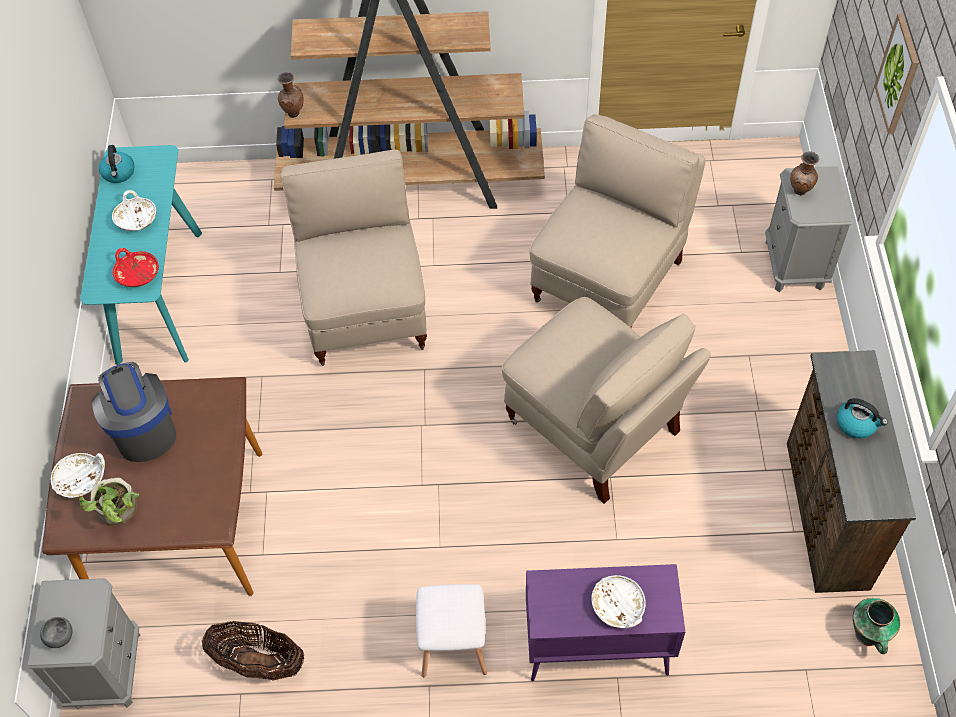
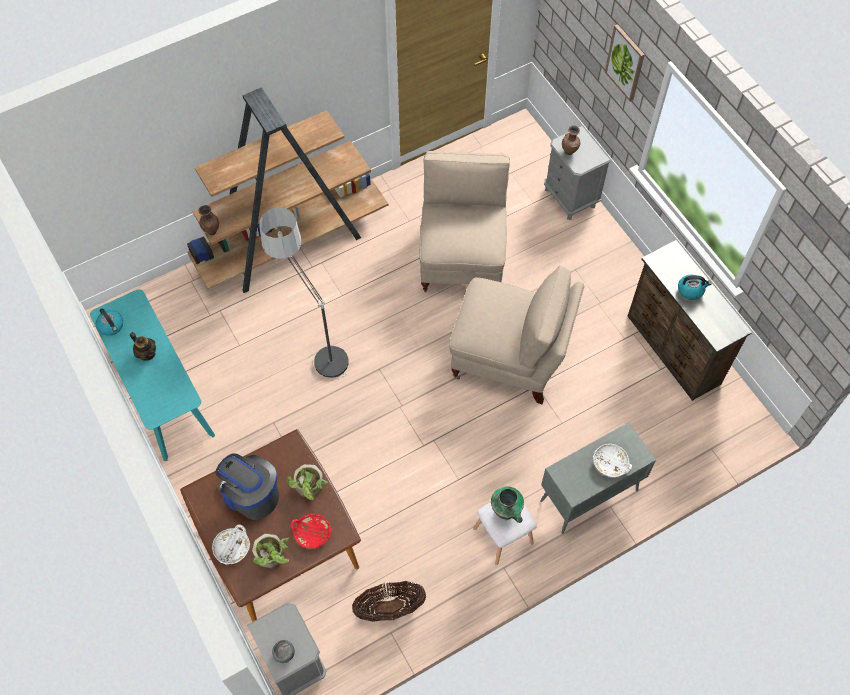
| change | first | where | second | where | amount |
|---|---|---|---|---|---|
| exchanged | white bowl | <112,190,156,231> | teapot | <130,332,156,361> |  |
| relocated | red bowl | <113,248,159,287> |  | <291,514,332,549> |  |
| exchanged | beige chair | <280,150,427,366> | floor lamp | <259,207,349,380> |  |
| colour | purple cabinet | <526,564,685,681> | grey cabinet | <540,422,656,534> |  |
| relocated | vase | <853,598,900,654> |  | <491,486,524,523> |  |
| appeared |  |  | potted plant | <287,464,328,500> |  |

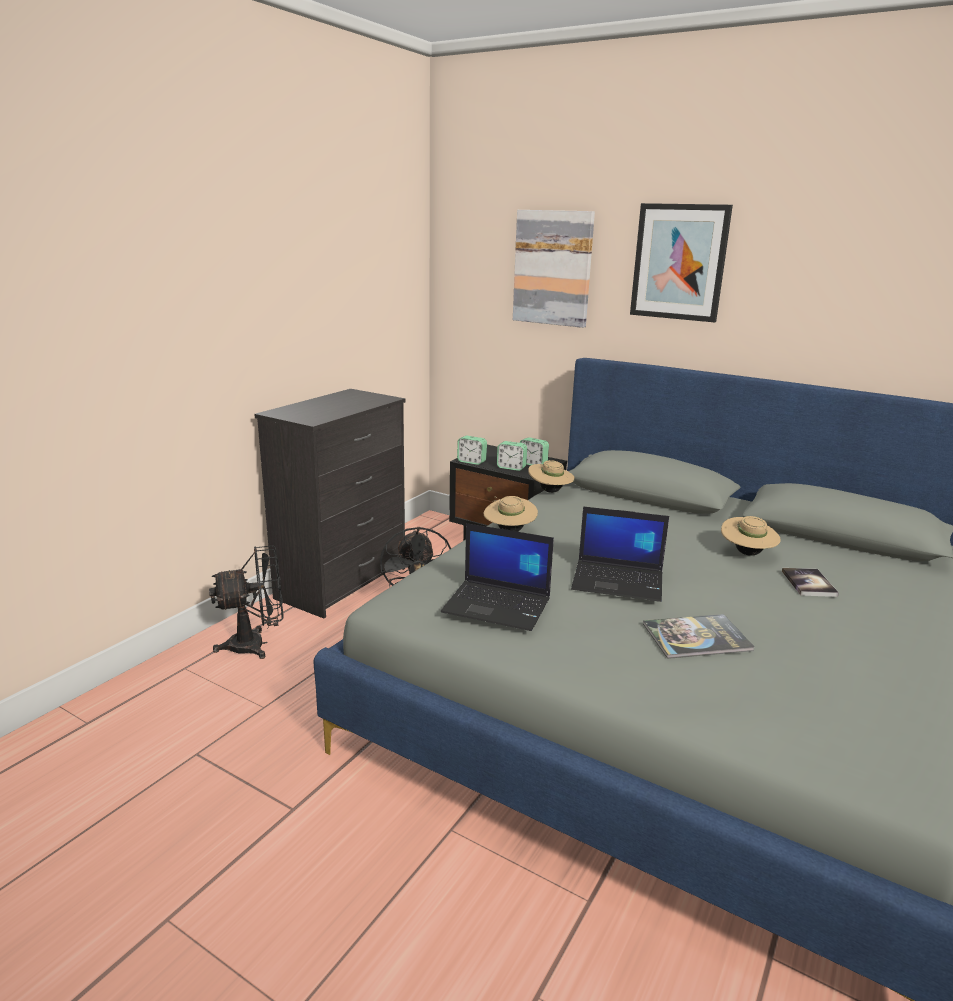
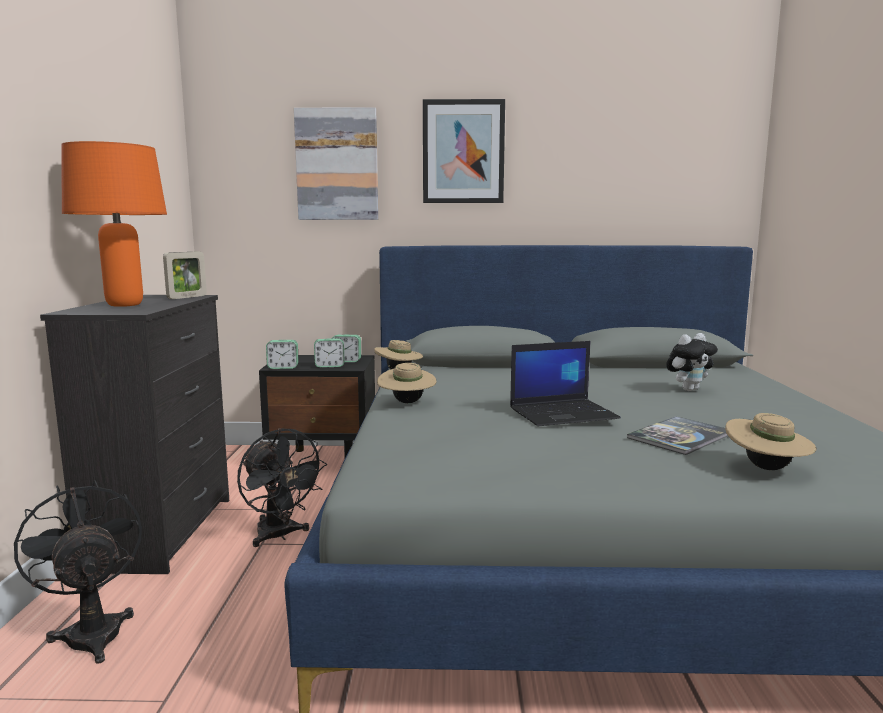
| change | first | where | second | where | amount |
|---|---|---|---|---|---|
| spun | black fan | <209,546,284,659> |  | <14,480,142,663> | 75 degrees counterclockwise |
| missing | laptop | <441,523,554,631> |  |  |  |
| relocated | beige hat | <721,516,781,556> |  | <725,413,817,470> |  |
| exchanged | book | <782,568,839,597> | plush toy | <666,333,718,391> |  |
| appeared |  |  | orange table lamp | <61,141,167,307> |  |
| appeared |  |  | picture frame | <163,252,207,299> |  |

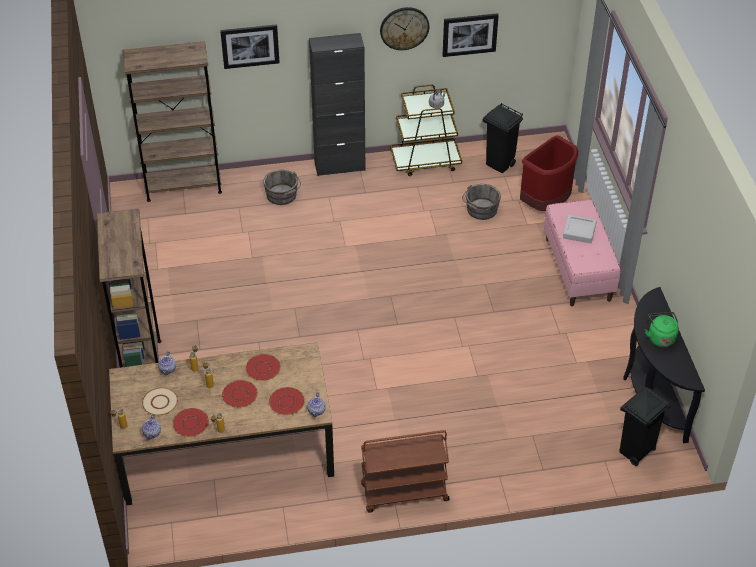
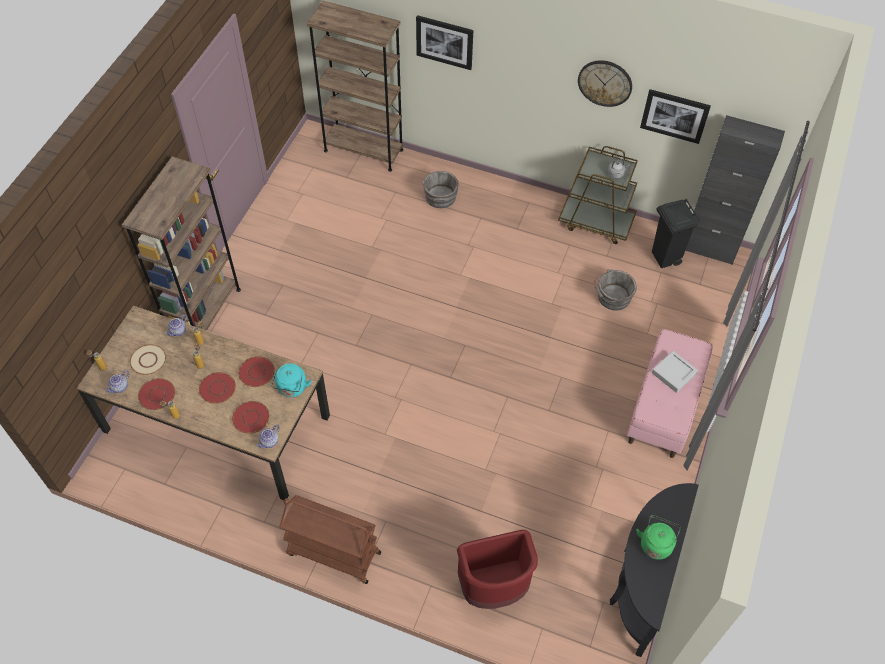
| change | first | where | second | where | amount |
|---|---|---|---|---|---|
| relocated | black cabinet | <309,33,365,176> |  | <685,115,785,265> |  |
| relocated | red trash can | <520,135,578,211> |  | <457,530,538,609> |  |
| missing | black trash can | <619,387,671,466> |  |  |  |
| appeared |  |  | turquoise kettle | <271,364,311,398> |  |

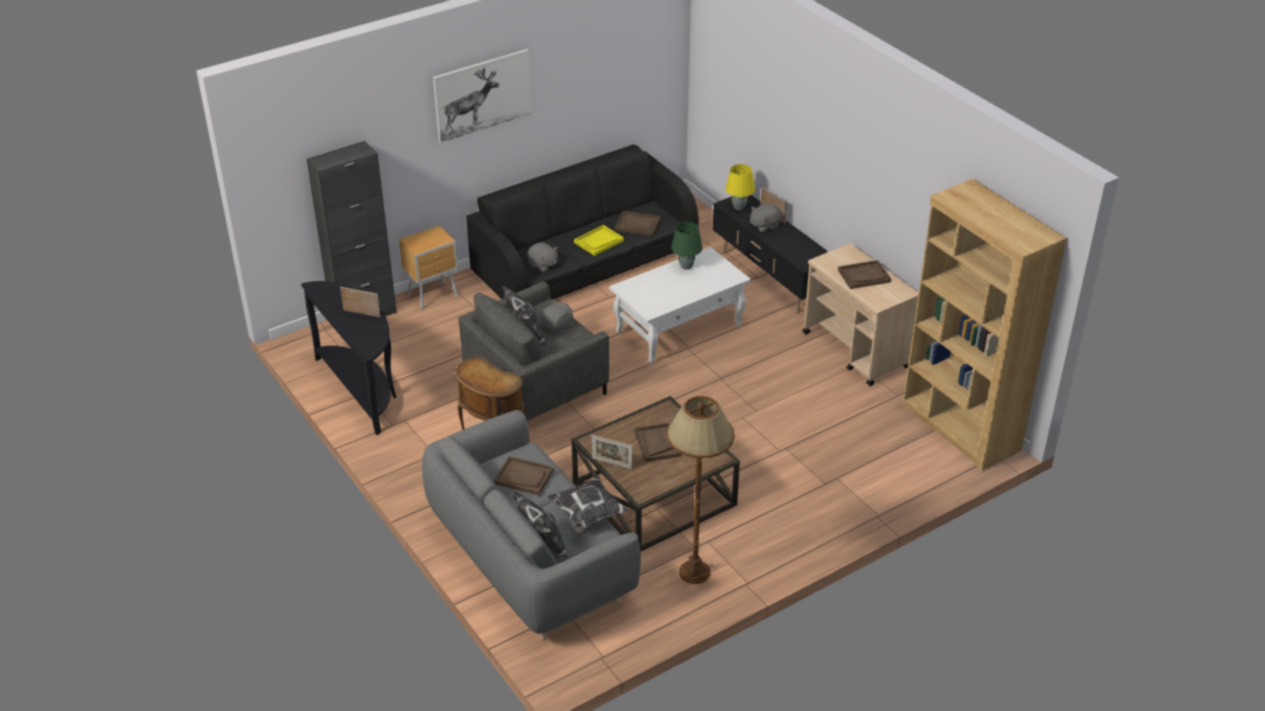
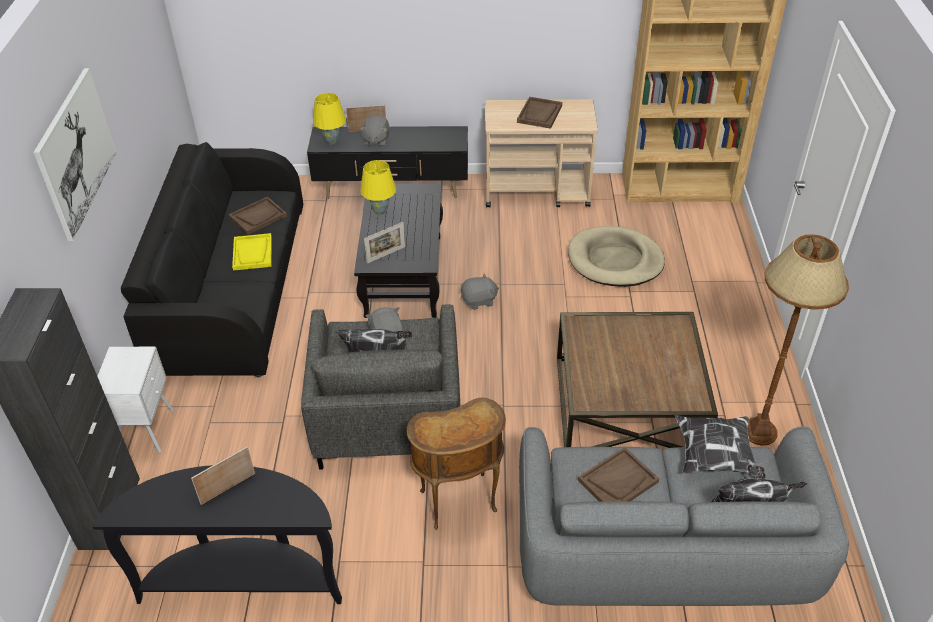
| change | first | where | second | where | amount |
|---|---|---|---|---|---|
| colour | brown nightstand | <399,225,458,310> | white nightstand | <97,347,174,453> |  |
| relocated | grey plush toy | <527,242,558,272> |  | <461,273,499,310> |  |
| relocated | picture frame | <592,435,633,469> |  | <364,222,405,264> |  |
| colour | white coffee table | <609,247,751,364> | black coffee table | <354,184,443,318> |  |
| missing | brown tray | <634,422,682,462> |  |  |  |
| colour | green table lamp | <671,222,703,270> | yellow table lamp | <360,160,396,215> |  |
| appeared |  |  | beige dog bed | <568,226,665,287> |  |

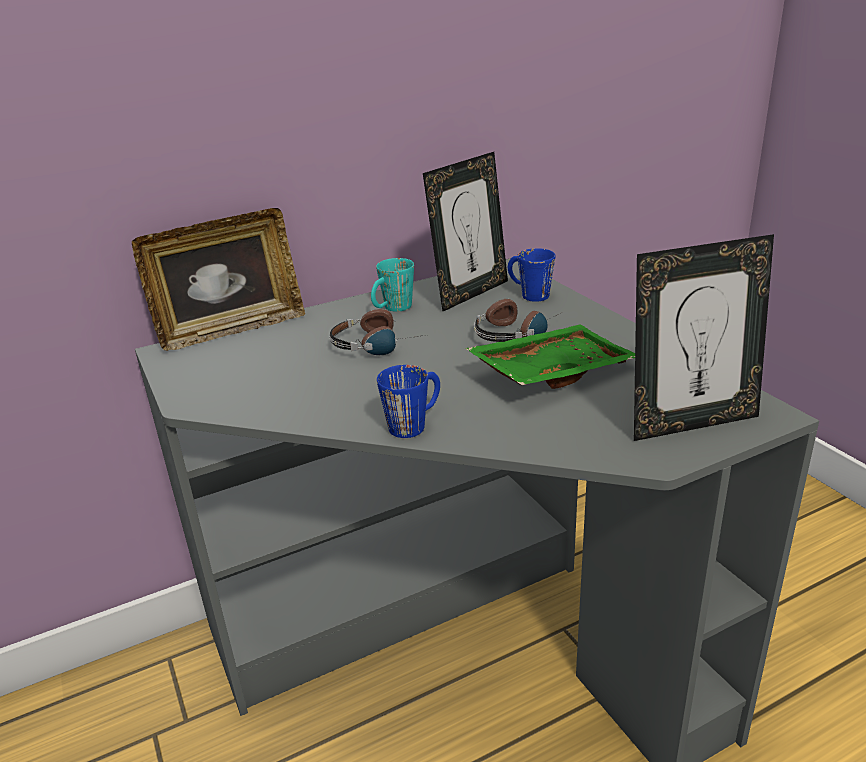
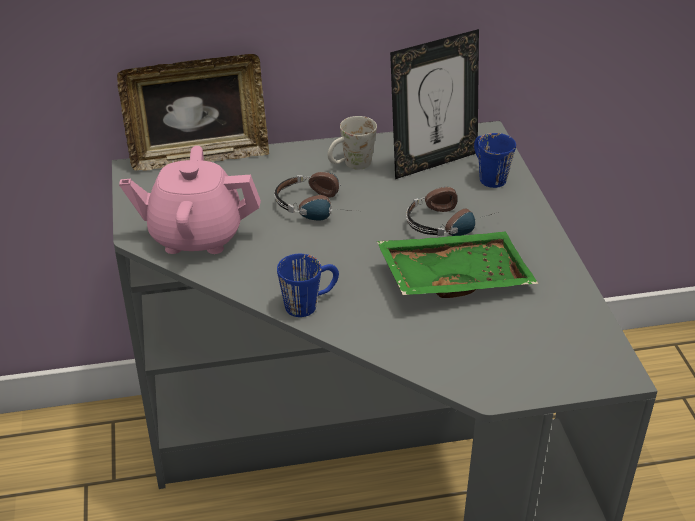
| change | first | where | second | where | amount |
|---|---|---|---|---|---|
| colour | turquoise mug | <371,258,414,312> | white mug | <328,116,377,170> |  |
| missing | picture frame | <634,234,774,441> |  |  |  |
| appeared |  |  | pink teapot | <119,146,261,254> |  |

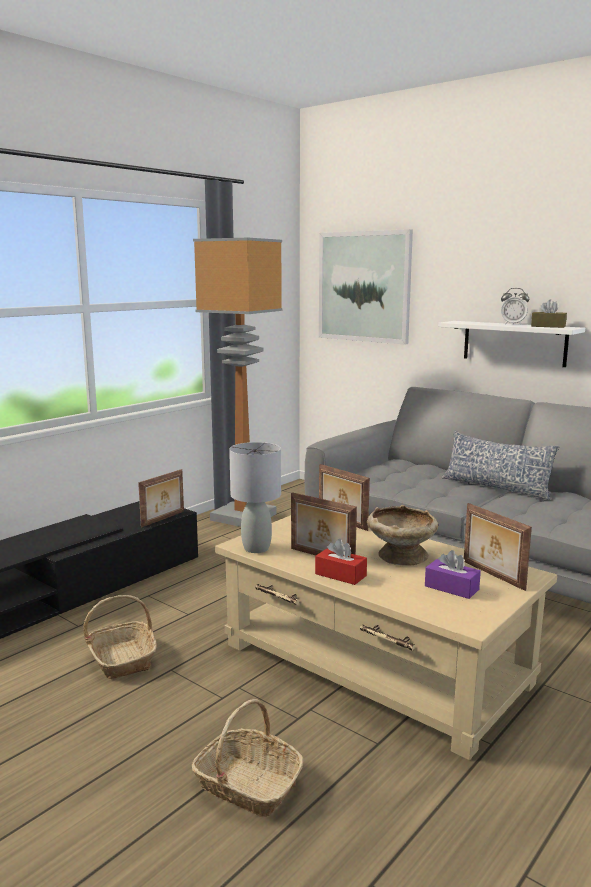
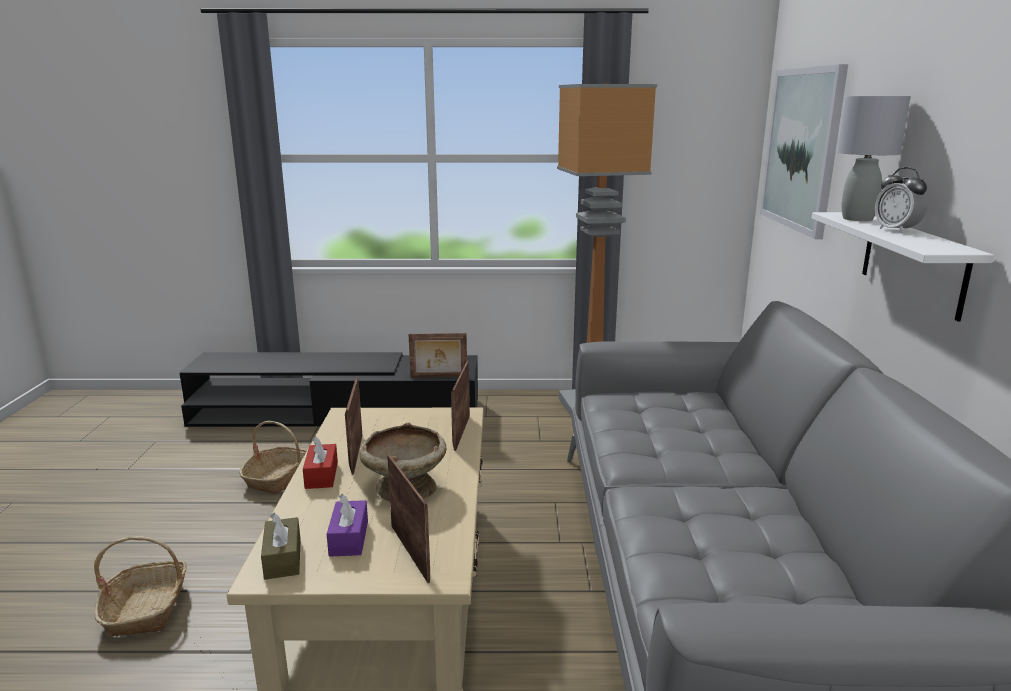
| change | first | where | second | where | amount |
|---|---|---|---|---|---|
| relocated | grey table lamp | <229,442,281,553> |  | <837,96,911,221> |  |
| missing | pillow | <442,431,559,500> |  |  |  |
| spun | picture frame | <464,503,532,591> |  | <387,454,430,583> | 135 degrees clockwise |
| relocated | brown tissue box | <531,299,567,328> |  | <261,512,301,580> |  |

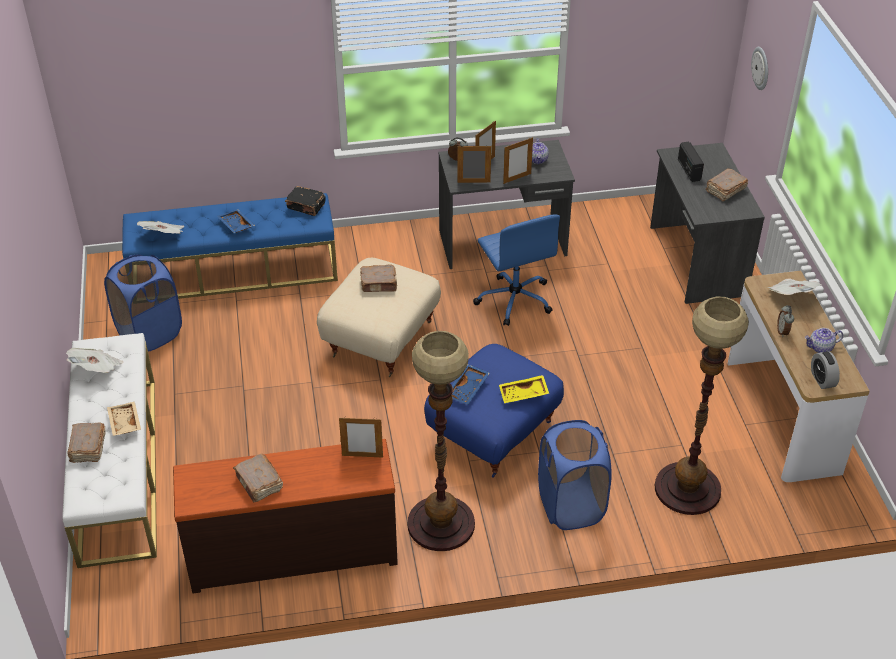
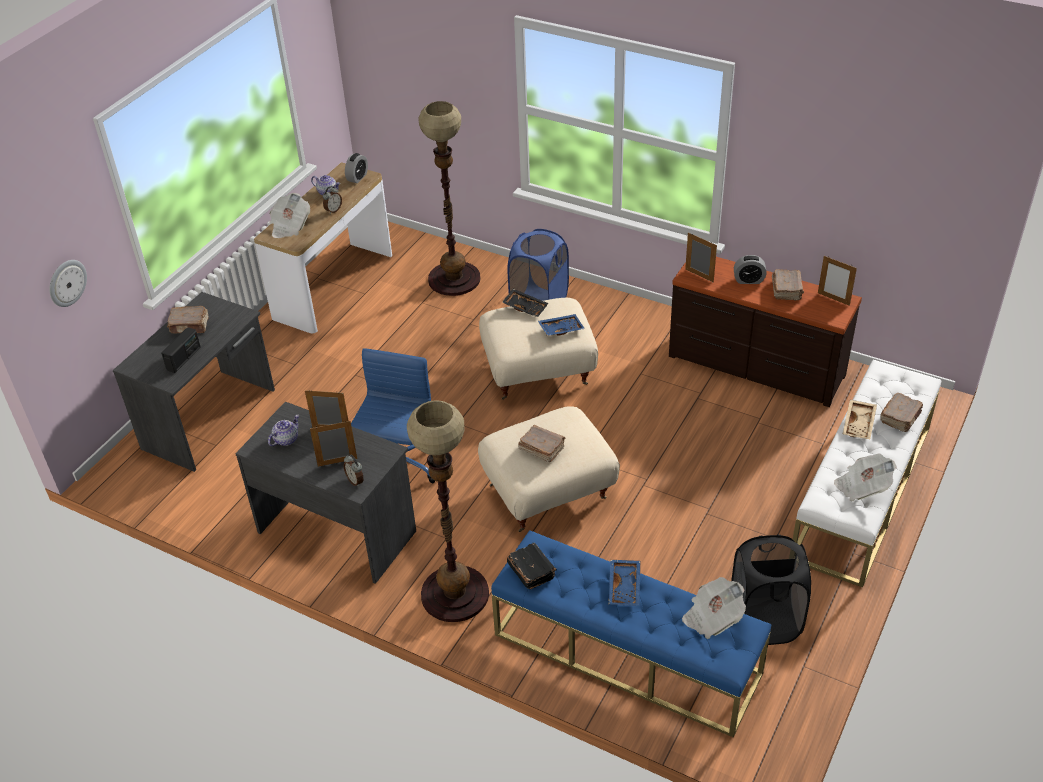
| change | first | where | second | where | amount |
|---|---|---|---|---|---|
| colour | blue laundry basket | <104,254,182,352> | black laundry basket | <731,535,811,645> |  |
| relocated | floor lamp | <407,331,475,551> |  | <407,400,489,622> |  |
| colour | blue ottoman | <424,344,564,478> | beige ottoman | <479,298,598,400> |  |
| relocated | picture frame | <457,146,491,183> |  | <818,256,857,306> |  |
| colour | yellow tray | <499,375,549,403> | black tray | <502,289,549,318> |  |
| appeared |  |  | alarm clock | <734,255,767,284> |  |

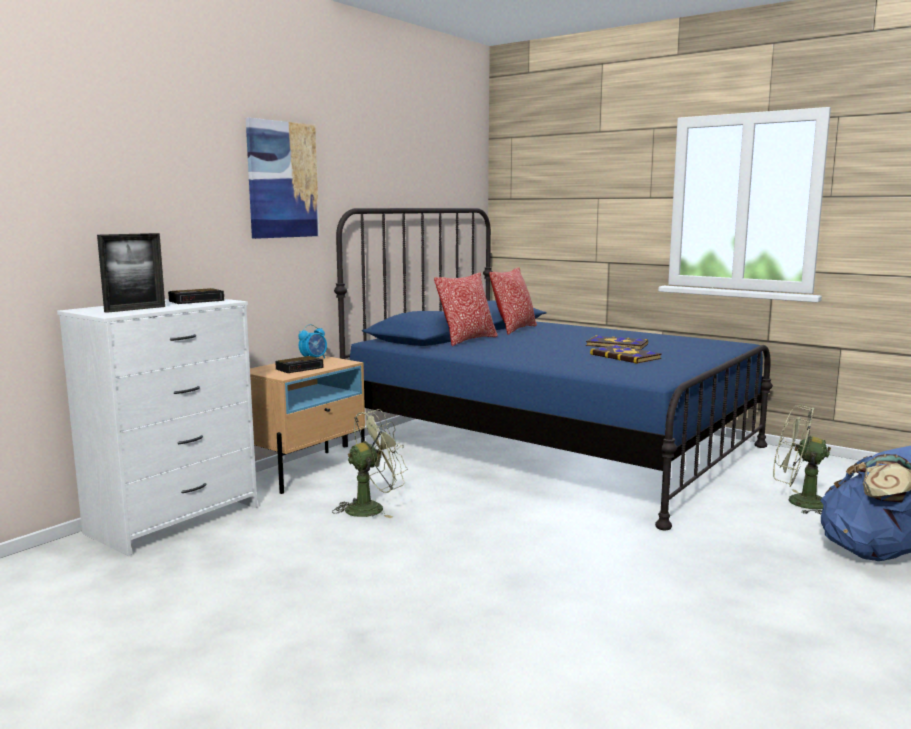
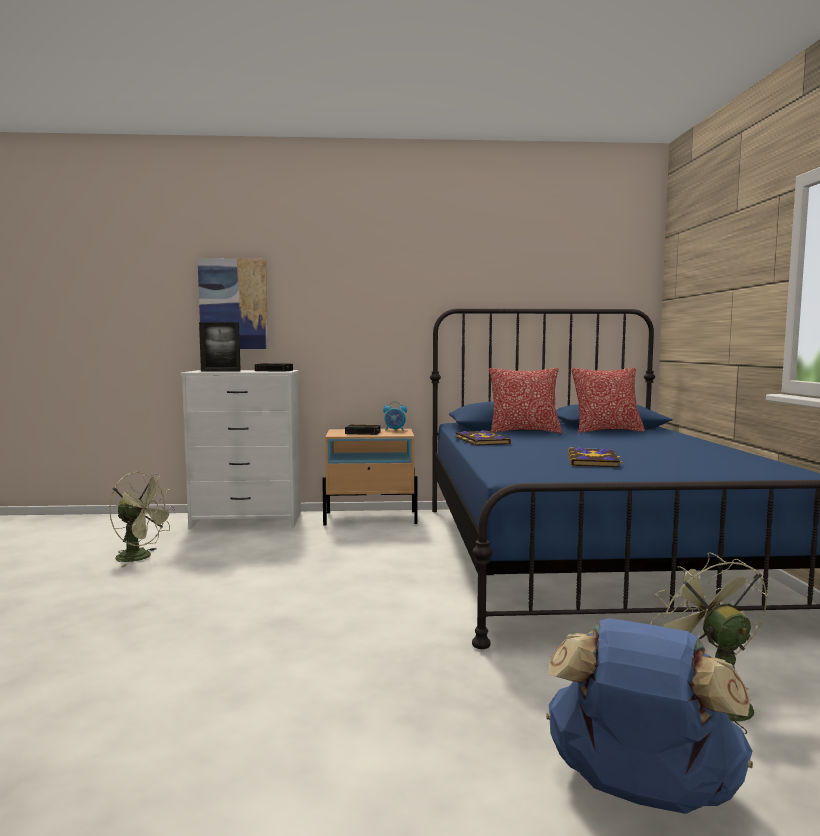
| change | first | where | second | where | amount |
|---|---|---|---|---|---|
| relocated | picture | <246,117,319,239> |  | <198,258,268,349> |  |
| relocated | green fan | <332,409,408,518> |  | <109,471,175,567> |  |
| relocated | book | <586,335,648,350> |  | <455,430,511,446> |  |

